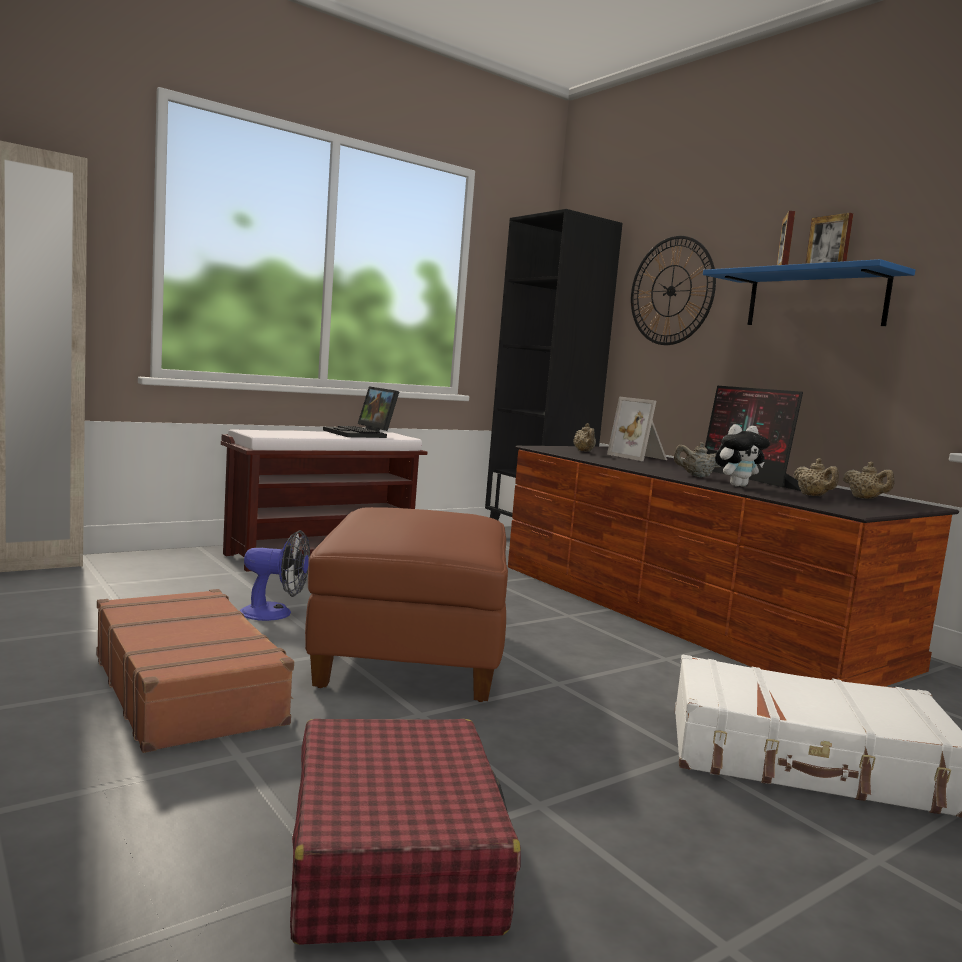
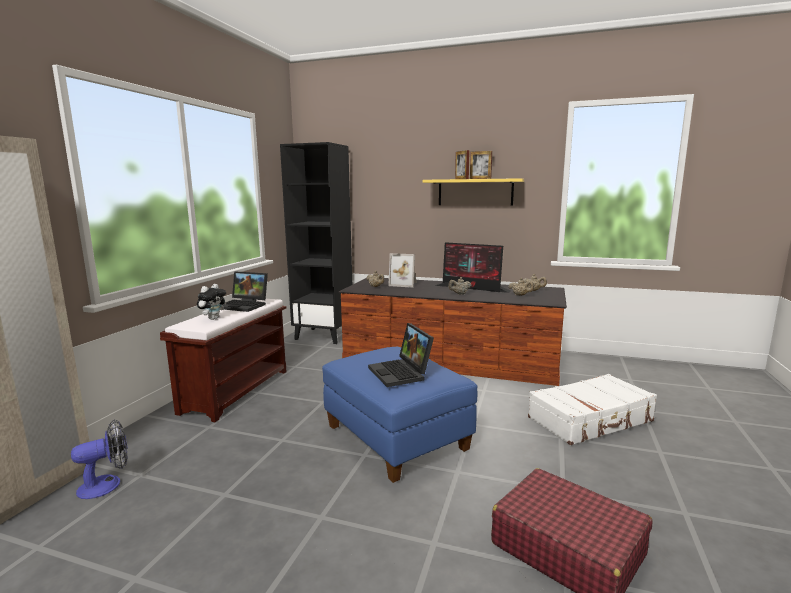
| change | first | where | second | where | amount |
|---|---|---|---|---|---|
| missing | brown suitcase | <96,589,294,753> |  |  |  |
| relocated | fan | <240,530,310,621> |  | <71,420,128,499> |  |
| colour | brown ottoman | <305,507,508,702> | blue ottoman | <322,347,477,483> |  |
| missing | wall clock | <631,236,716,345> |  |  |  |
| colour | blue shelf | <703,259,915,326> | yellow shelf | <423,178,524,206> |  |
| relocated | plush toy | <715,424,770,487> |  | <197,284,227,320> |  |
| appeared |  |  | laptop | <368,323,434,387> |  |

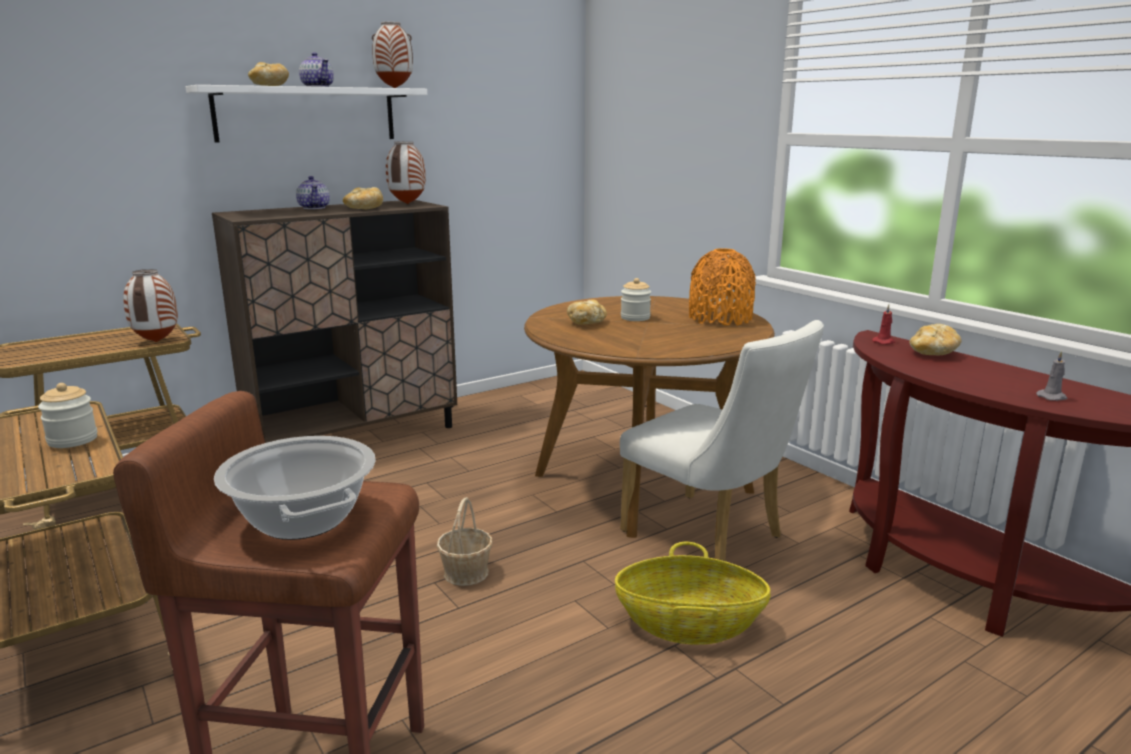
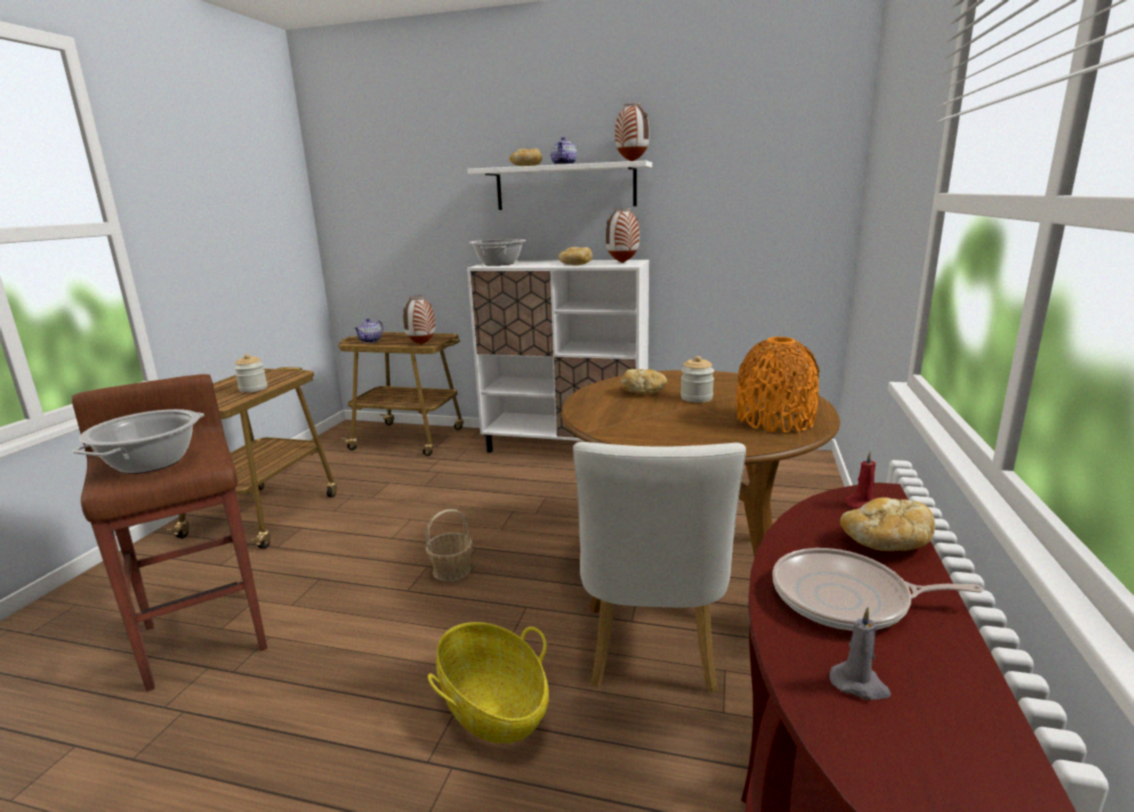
| change | first | where | second | where | amount |
|---|---|---|---|---|---|
| colour | brown cabinet | <212,200,457,443> | white cabinet | <467,260,649,453> |  |
| relocated | teapot | <296,176,330,209> |  | <354,318,384,343> |  |
| appeared |  |  | cooking pot | <469,239,526,266> |  |
| appeared |  |  | frying pan | <773,548,984,631> |  |

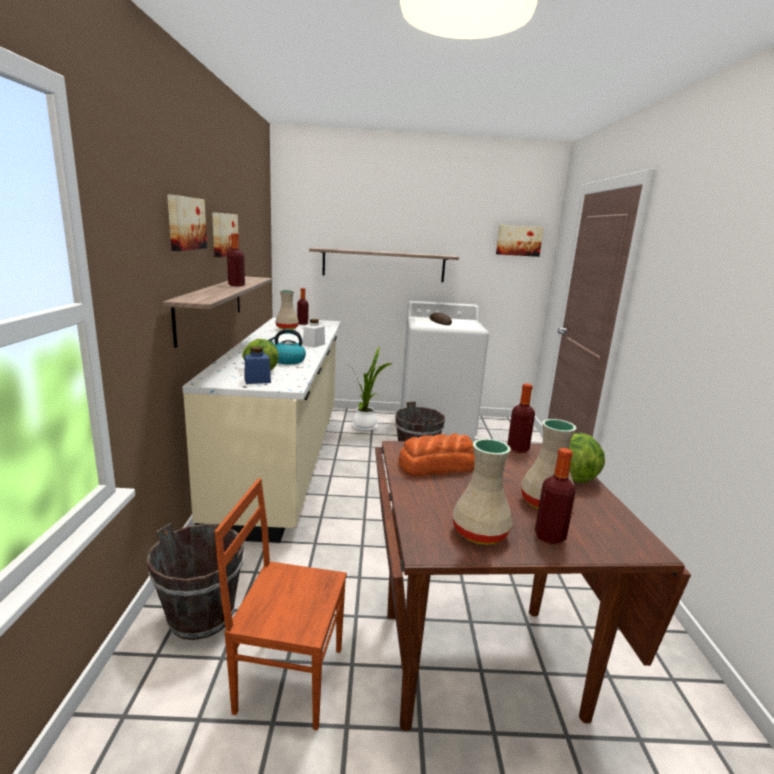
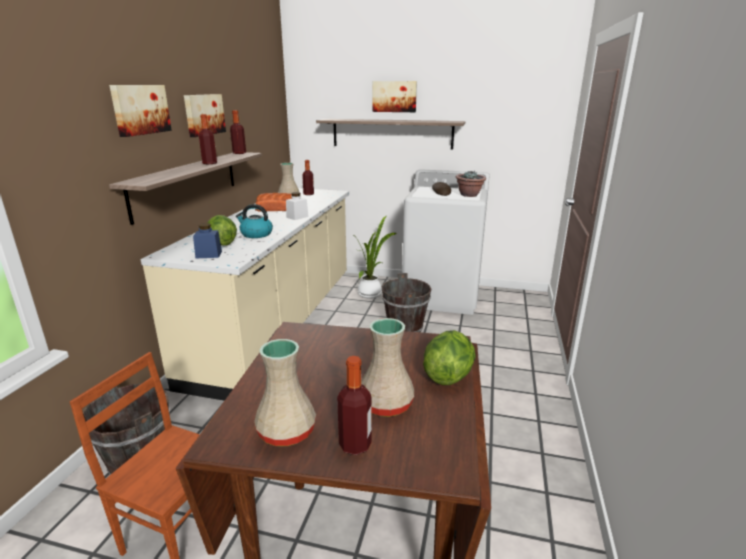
| change | first | where | second | where | amount |
|---|---|---|---|---|---|
| relocated | bread | <398,433,475,476> |  | <255,193,292,211> |  |
| relocated | picture | <496,225,544,257> |  | <373,81,417,112> |  |
| relocated | bottle | <507,384,535,453> |  | <230,110,246,154> |  |
| appeared |  |  | potted plant | <456,171,486,197> |  |

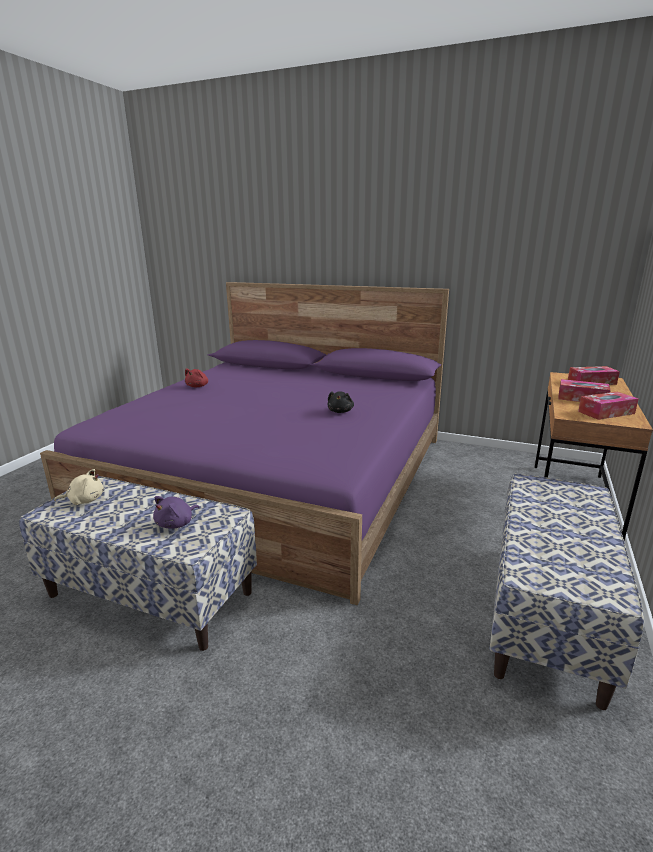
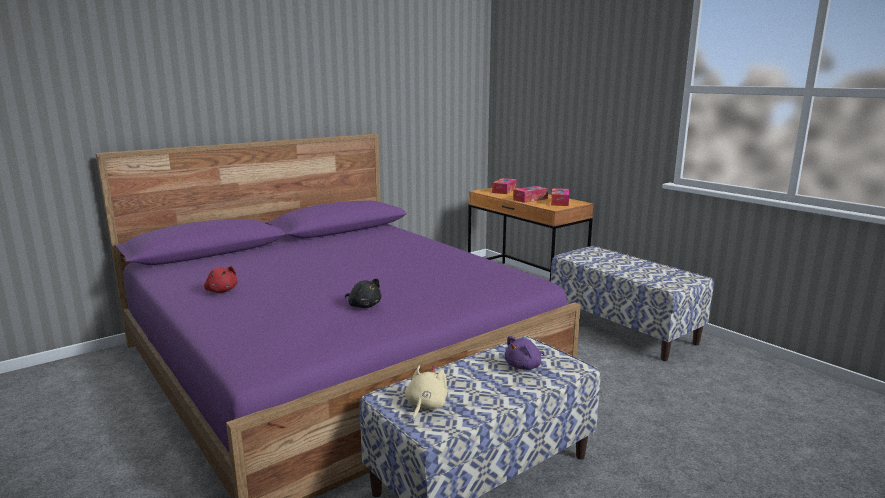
| change | first | where | second | where | amount |
|---|---|---|---|---|---|
| spun | purple plush toy | <153,496,200,529> |  | <505,336,545,370> | 75 degrees clockwise |
| relocated | black plush toy | <327,391,354,413> |  | <345,279,381,308> |  |

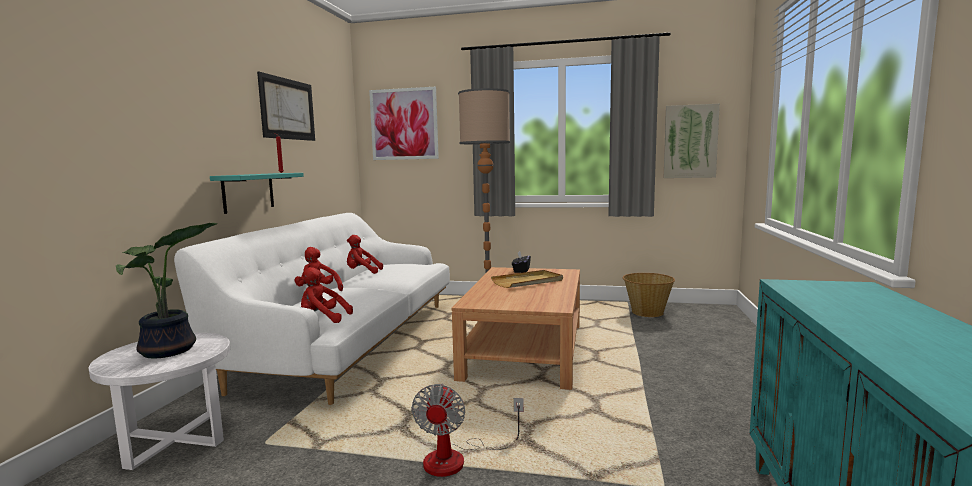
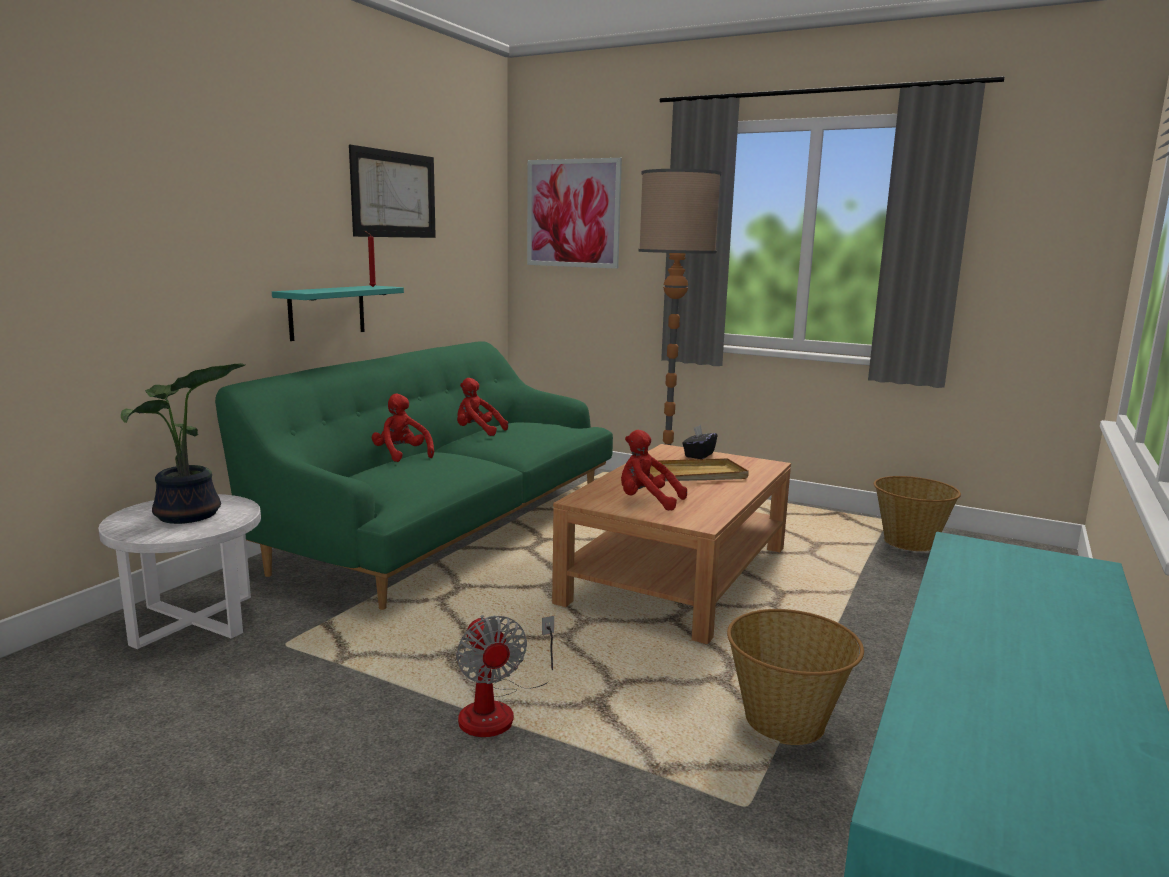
| change | first | where | second | where | amount |
|---|---|---|---|---|---|
| colour | white sofa | <174,213,450,405> | green sofa | <215,341,613,610> |  |
| relocated | red plush toy | <301,267,353,323> |  | <621,430,687,510> |  |
| spun | fan | <411,383,524,477> |  | <456,615,554,737> | 45 degrees counterclockwise |
| missing | picture | <664,104,720,178> |  |  |  |
| appeared |  |  | basket | <727,609,864,745> |  |

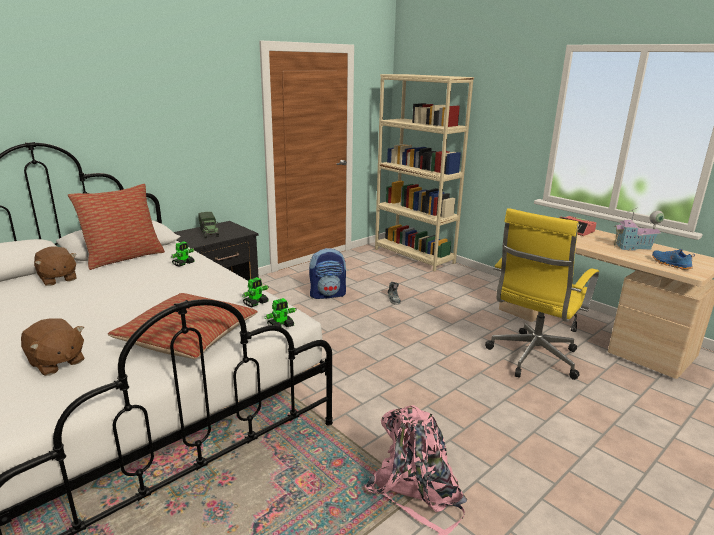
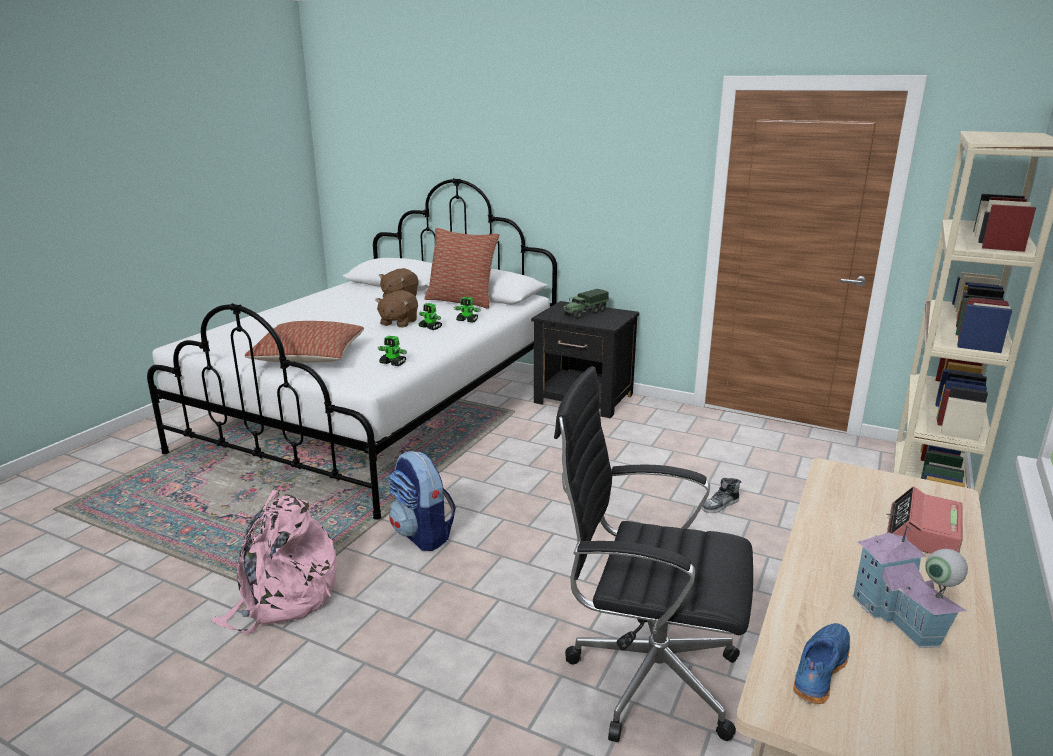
| change | first | where | second | where | amount |
|---|---|---|---|---|---|
| relocated | brown plush toy | <21,318,84,376> |  | <375,290,418,328> |  |
| relocated | toy robot | <264,298,296,327> |  | <418,303,442,330> |  |
| relocated | backpack | <309,248,346,299> |  | <388,451,456,551> |  |
| colour | yellow office chair | <485,208,599,380> | black office chair | <554,366,753,742> |  |

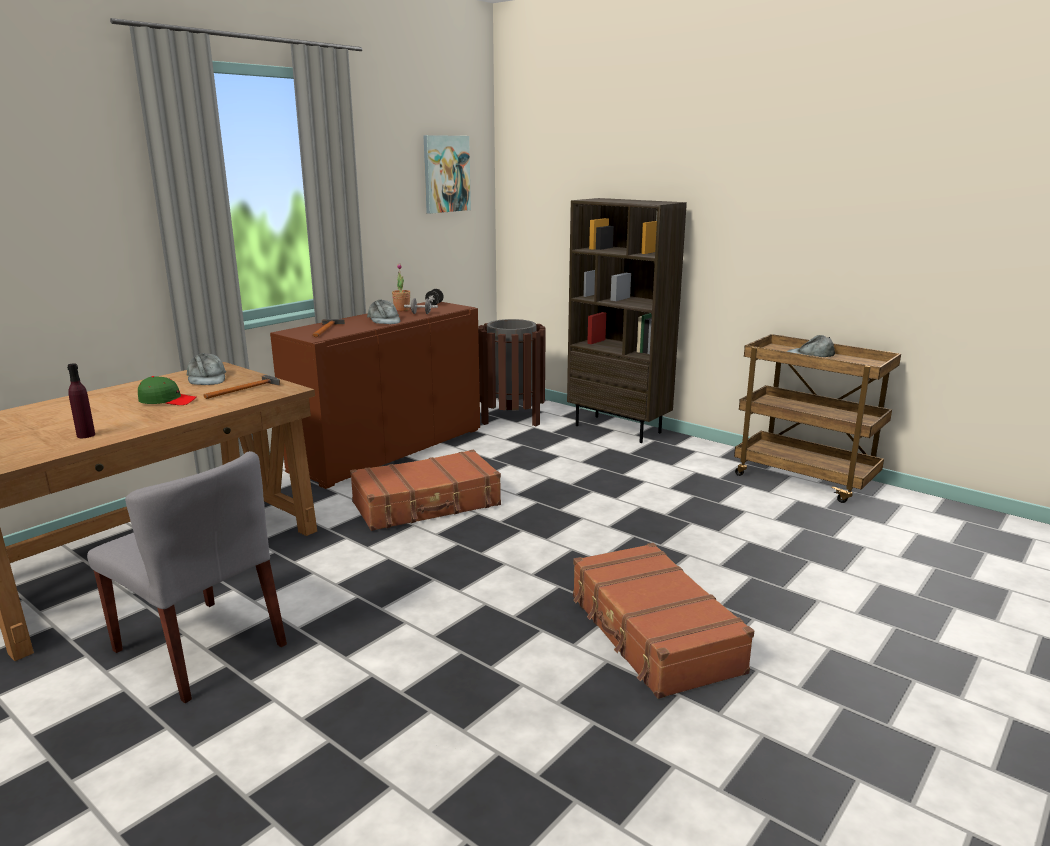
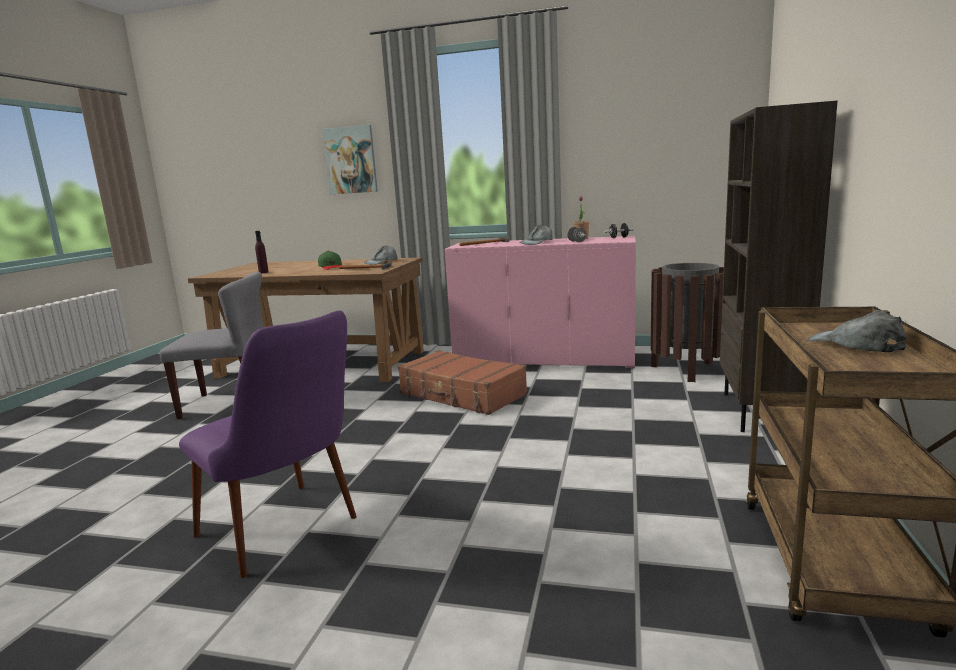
| change | first | where | second | where | amount |
|---|---|---|---|---|---|
| spun | grey chair | <87,451,287,703> |  | <160,272,264,419> | 105 degrees counterclockwise |
| colour | brown cabinet | <270,302,480,489> | pink cabinet | <444,236,636,368> |  |
| relocated | picture | <424,135,471,214> |  | <322,125,378,194> |  |
| exchanged | brown suitcase | <573,543,754,699> | purple chair | <179,310,357,578> |  |

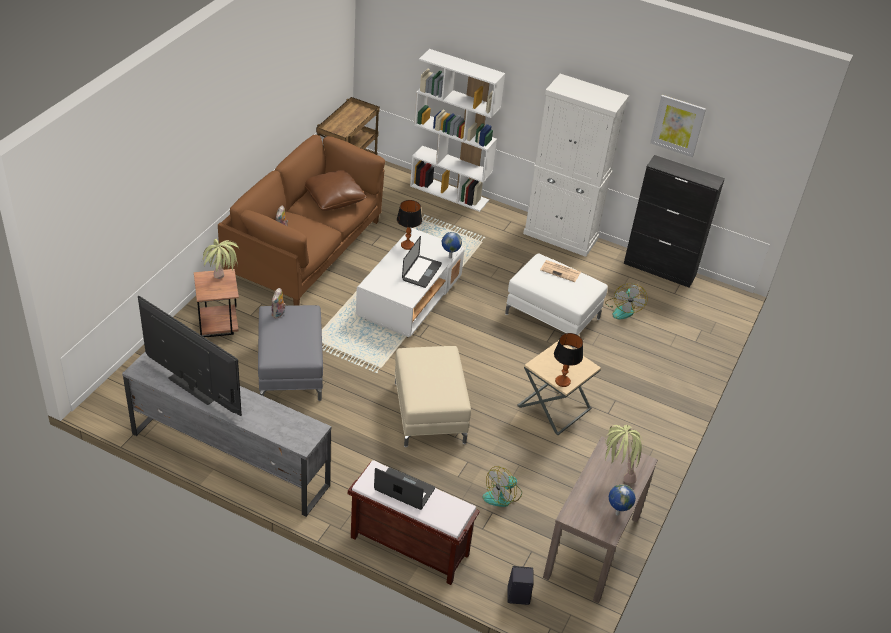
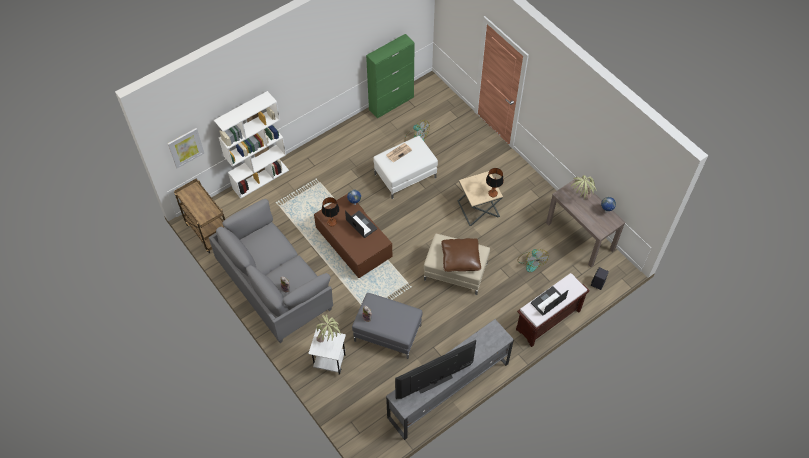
| change | first | where | second | where | amount |
|---|---|---|---|---|---|
| colour | brown side table | <194,269,239,337> | white side table | <308,328,346,375> |  |
| colour | brown sofa | <218,135,385,305> | grey sofa | <209,199,333,343> |  |
| relocated | brown pillow | <305,170,367,211> |  | <441,238,481,272> |  |
| colour | white coffee table | <356,228,465,338> | brown coffee table | <314,194,392,278> |  |
| missing | white cabinet | <523,74,629,257> |  |  |  |
| colour | black cabinet | <624,155,725,288> | green cabinet | <366,34,415,119> |  |
| relocated | picture | <650,95,706,157> |  | <168,128,204,168> |  |

